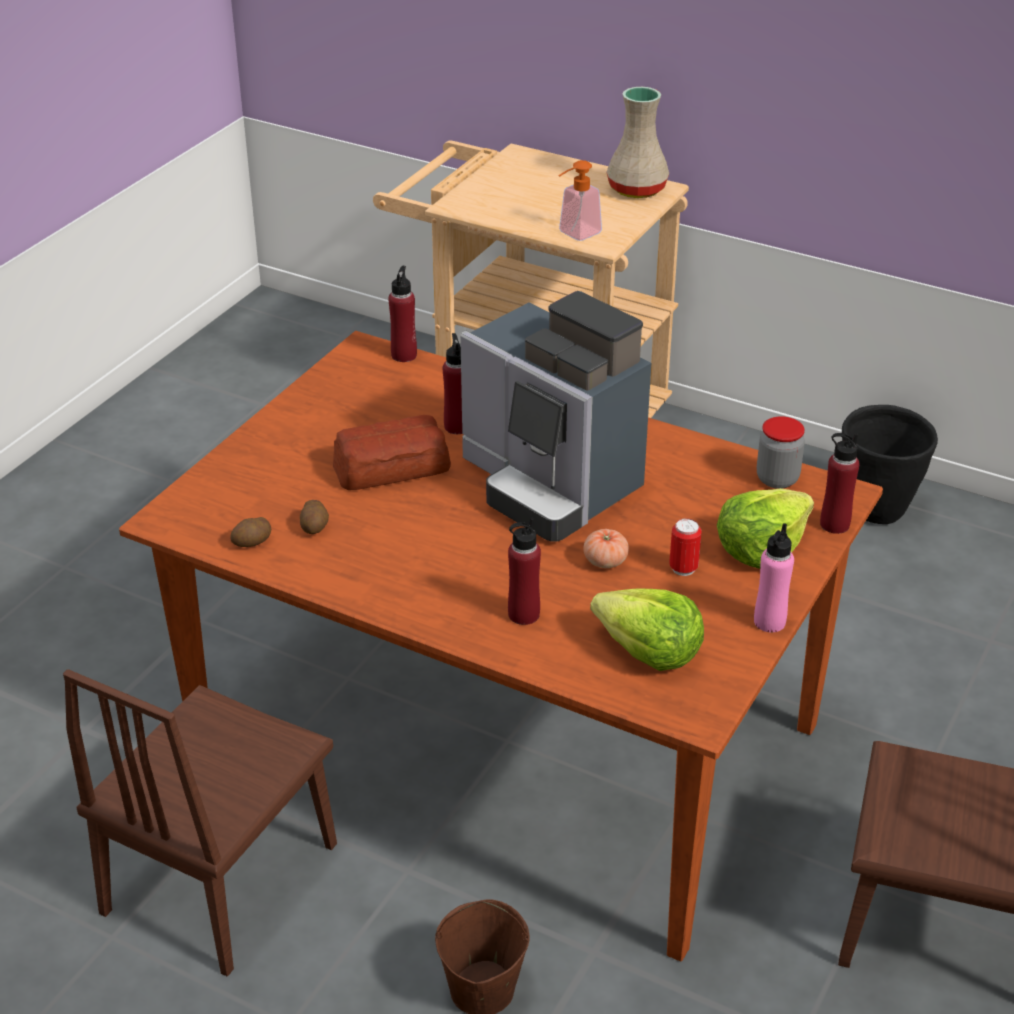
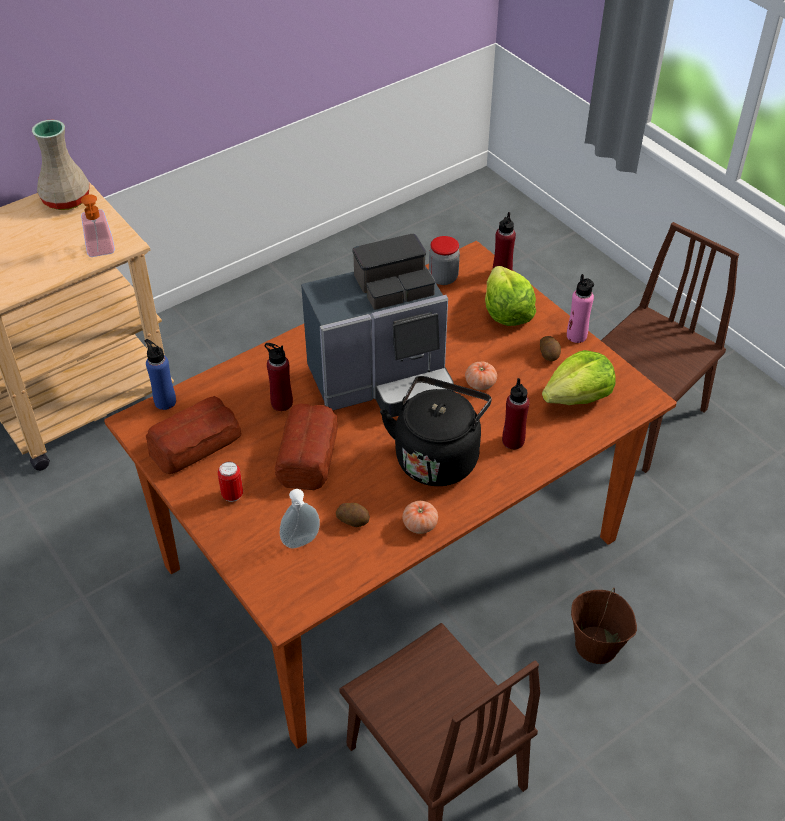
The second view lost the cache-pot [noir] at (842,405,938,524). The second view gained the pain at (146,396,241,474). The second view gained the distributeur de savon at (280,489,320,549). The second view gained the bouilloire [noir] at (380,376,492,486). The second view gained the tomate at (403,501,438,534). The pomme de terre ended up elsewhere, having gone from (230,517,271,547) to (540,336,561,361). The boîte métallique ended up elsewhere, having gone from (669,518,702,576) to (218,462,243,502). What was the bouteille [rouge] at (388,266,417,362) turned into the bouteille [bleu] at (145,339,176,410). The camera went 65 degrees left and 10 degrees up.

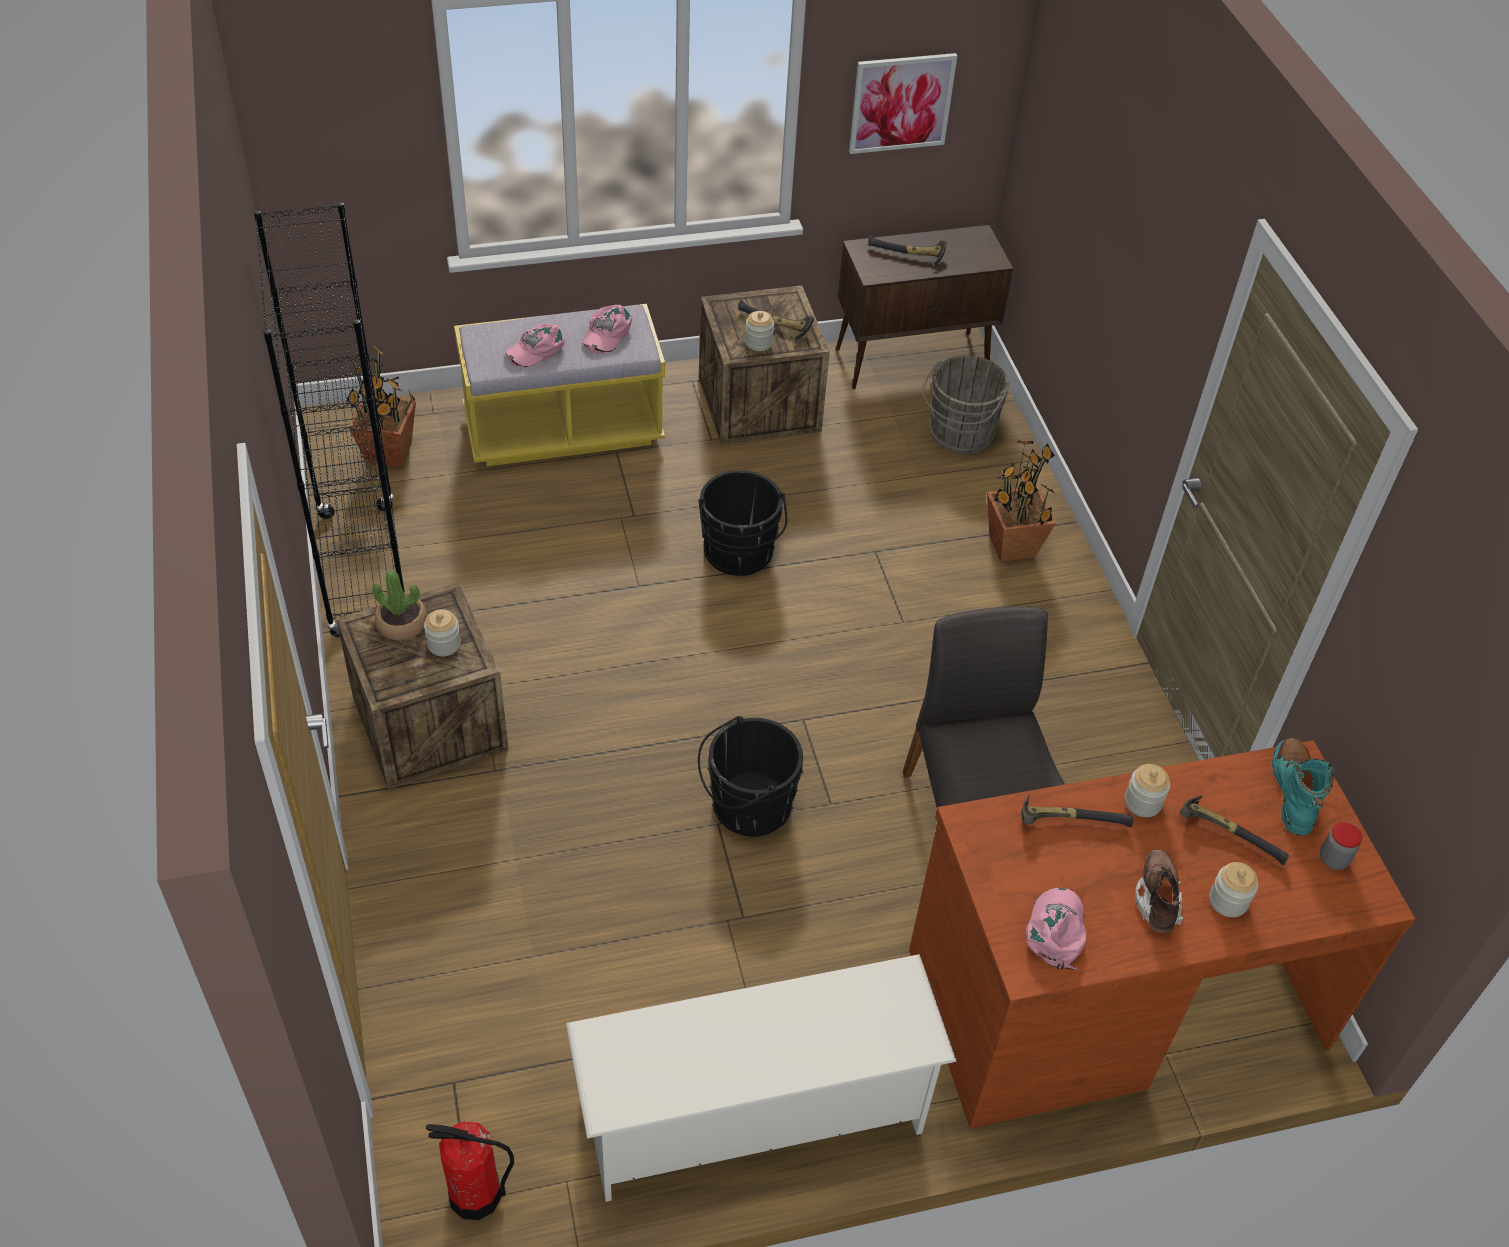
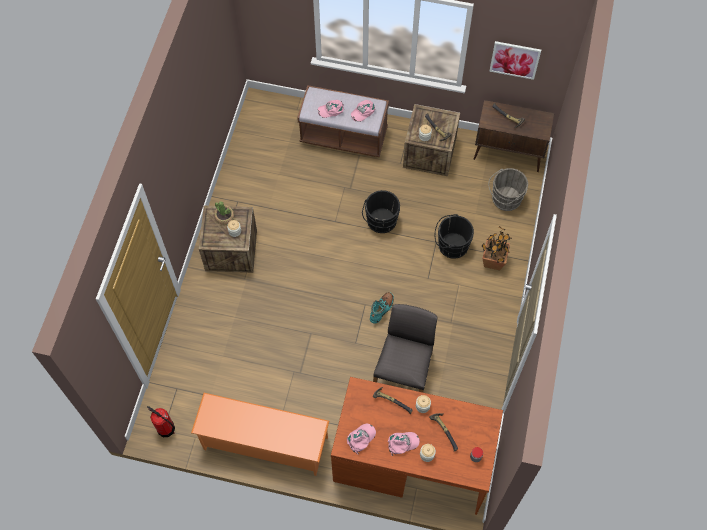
The second view lost the bibliothèque [noir] at (254,202,405,637). The second view lost the plante en pot at (345,345,416,468). The seau [noir] ended up elsewhere, having gone from (698,716,803,837) to (435,214,474,259). The botte [turquoise] ended up elsewhere, having gone from (1272,738,1335,836) to (370,292,394,324). Where the botte [marron] stood at (1135,849,1184,933), the casquette [rose] came to stand at (388,432,420,456). What was the banc [jaune] at (454,304,665,466) turned into the banc [marron] at (297,85,389,157). What was the étagère à chaussures [blanc] at (566,954,956,1202) turned into the étagère à chaussures [orange] at (191,393,329,476). The camera went 30 degrees right and 15 degrees up.

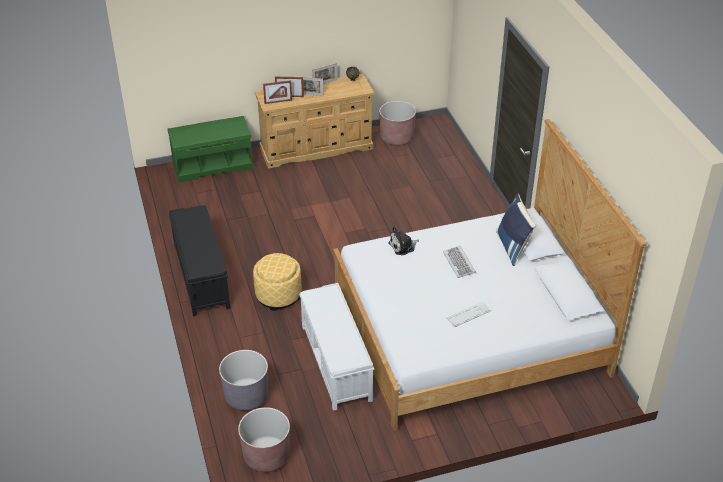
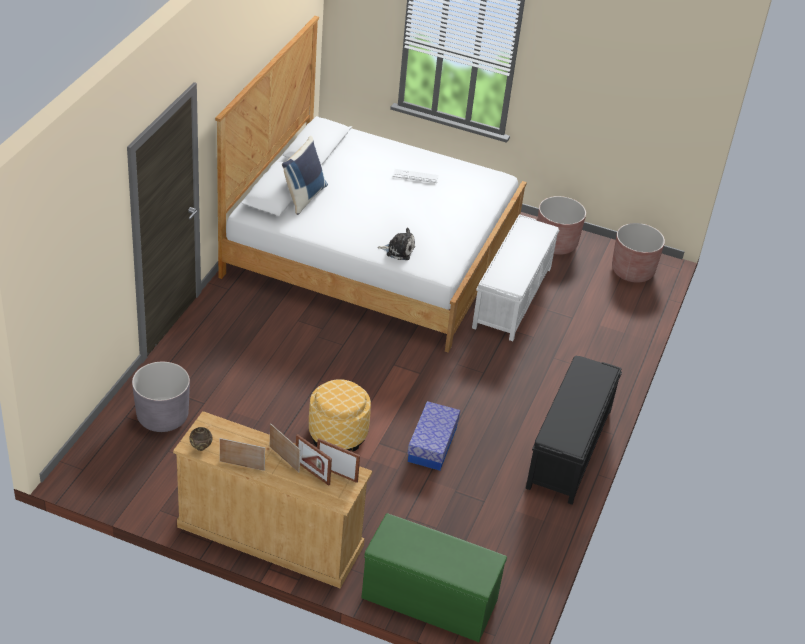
The second view lost the clavier at (443,246,476,278). The second view gained the boîte de rangement at (407,401,460,471). The cache-pot [gris] ended up elsewhere, having gone from (219,350,268,411) to (132,362,190,432). The pouf ended up elsewhere, having gone from (253,253,301,311) to (309,379,371,451). The cache-pot [marron] ended up elsewhere, having gone from (379,101,416,146) to (537,196,586,255). The camera went 145 degrees left and 0 degrees up.

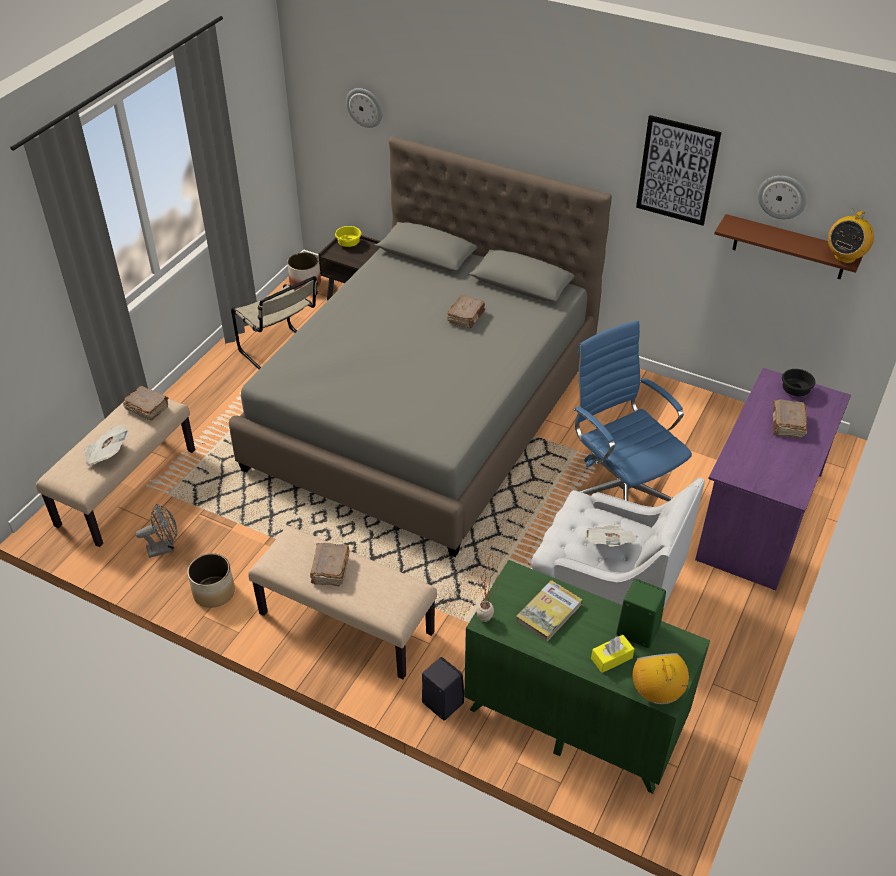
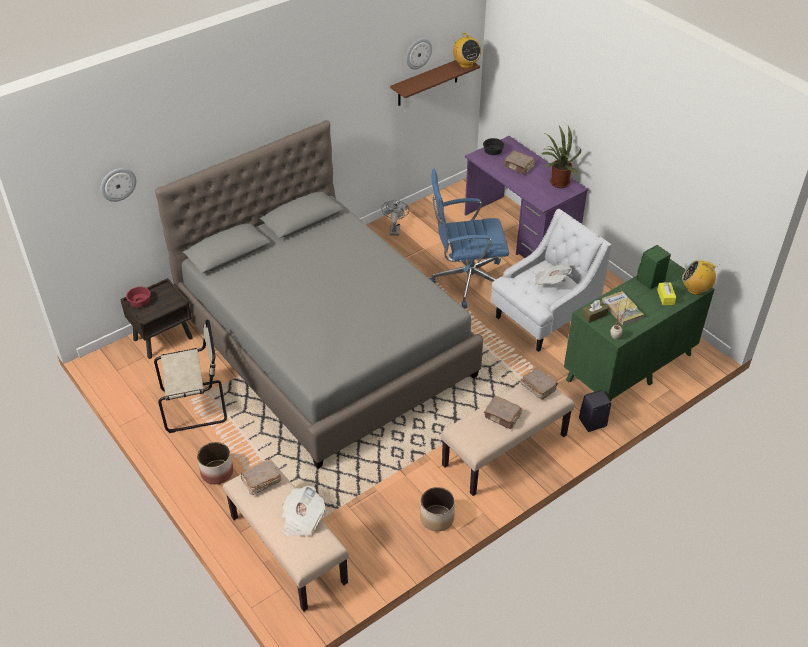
The second view lost the tableau at (636,115,722,226). The second view gained the plante en pot at (541,126,581,188). The second view gained the boîte à mouchoirs [marron] at (581,300,608,323). The ventilateur [gris] ended up elsewhere, having gone from (136,504,177,558) to (381,200,409,236). The cache-pot ended up elsewhere, having gone from (287,252,321,290) to (197,442,233,484). The livre [marron] ended up elsewhere, having gone from (447,295,485,328) to (520,368,558,400). What was the bol [jaune] at (335,226,361,247) turned into the bol [rouge] at (126,287,151,307). The camera went 65 degrees left and 0 degrees up.

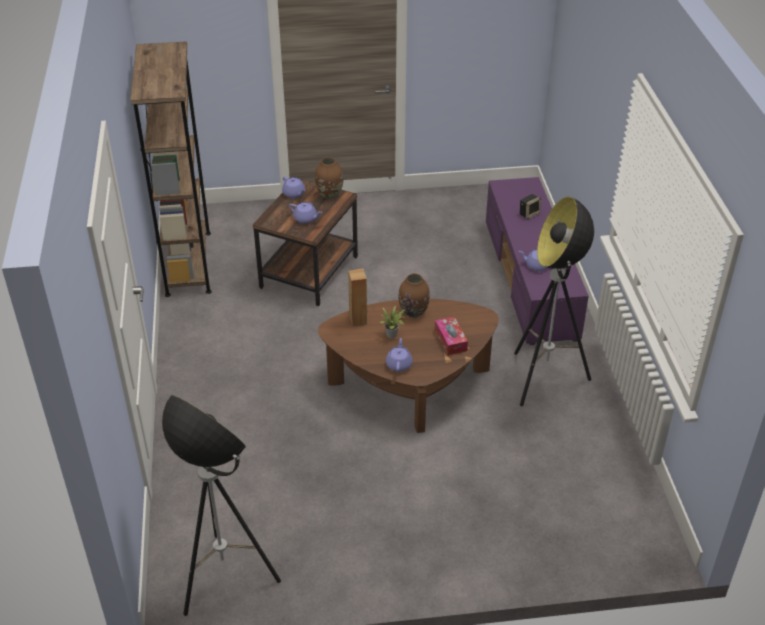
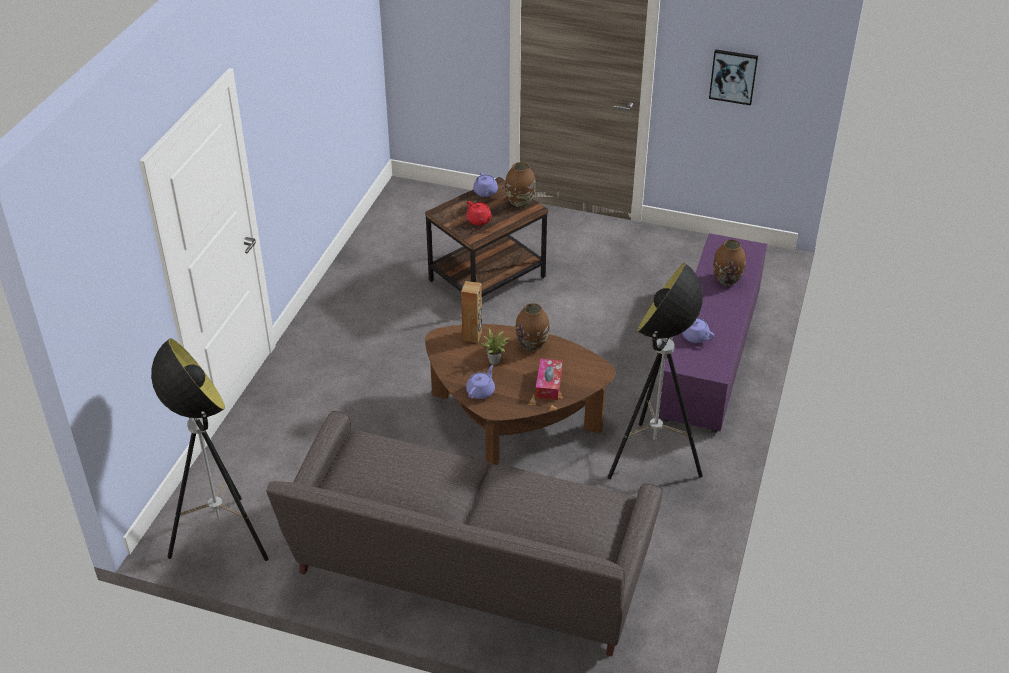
The second view lost the bibliothèque [marron] at (130,41,212,297). The second view gained the canapé [gris] at (266,411,663,656). The second view gained the tableau at (709,49,758,105). Where the enceinte stood at (520,194,541,219), the vase [marron] came to stand at (713,240,746,286). What was the théière [violet] at (289,202,322,224) turned into the théière [rouge] at (466,201,492,225). The camera went 25 degrees right and 0 degrees up.

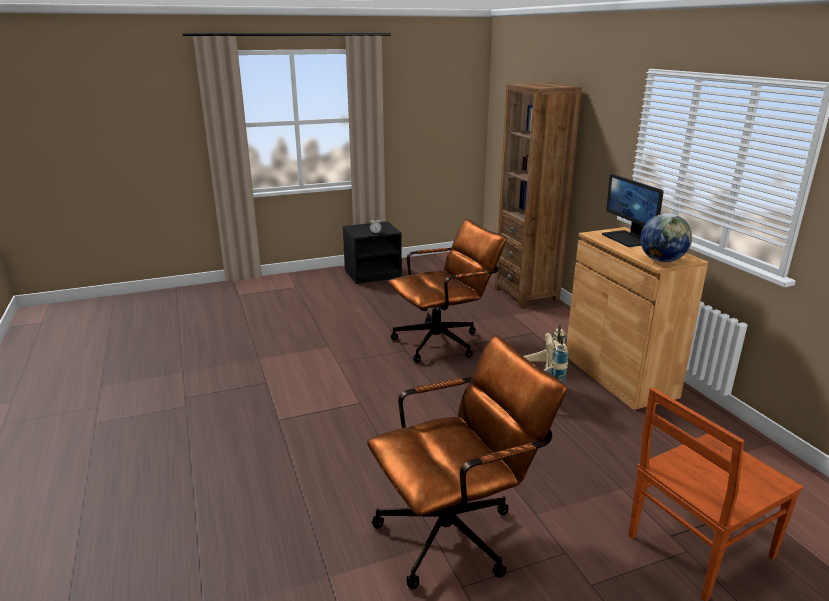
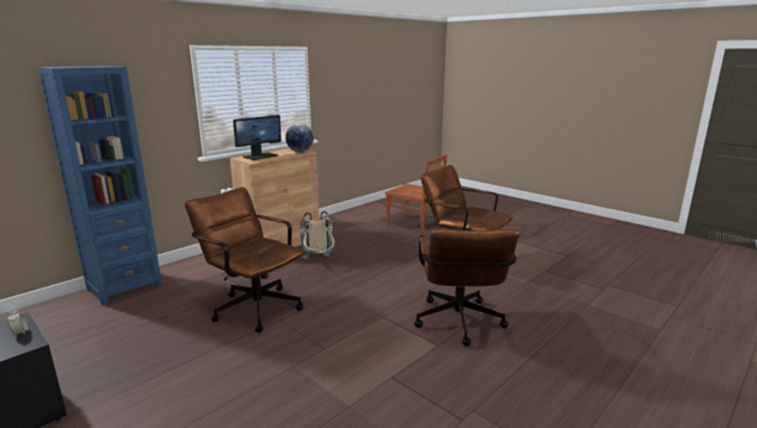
The second view gained the chaise de bureau [marron] at (414,229,519,346). What was the bibliothèque [marron] at (495,83,582,307) turned into the bibliothèque [bleu] at (38,66,162,305). The camera went 115 degrees left and 5 degrees down.

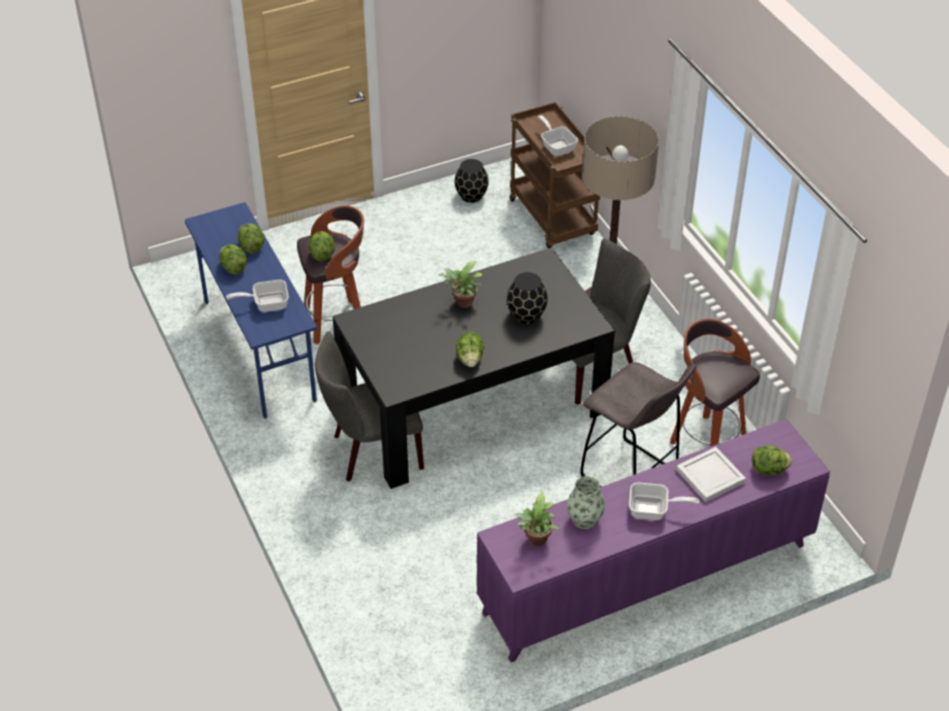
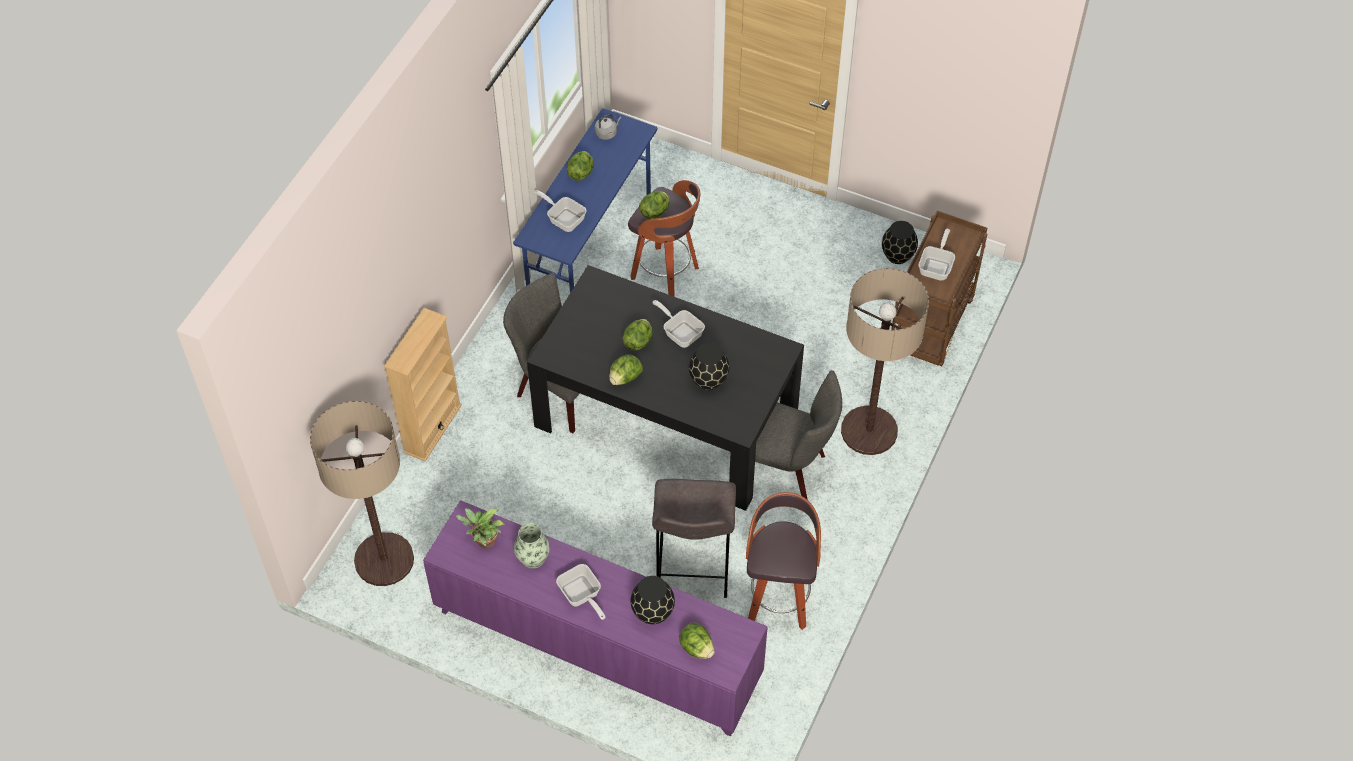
The second view gained the lampadaire at (310,401,414,586). The second view gained the bibliothèque [beige] at (384,308,462,462). The second view gained the bouilloire [gris] at (595,113,622,140). The laitue ended up elsewhere, having gone from (238,223,264,253) to (622,319,653,351). Where the plante en pot stood at (439,261,483,308), the poêle came to stand at (652,300,705,348). Where the plateau [blanc] stood at (676,447,746,502), the vase [noir] came to stand at (631,576,675,624). The camera went 50 degrees right and 10 degrees up.

